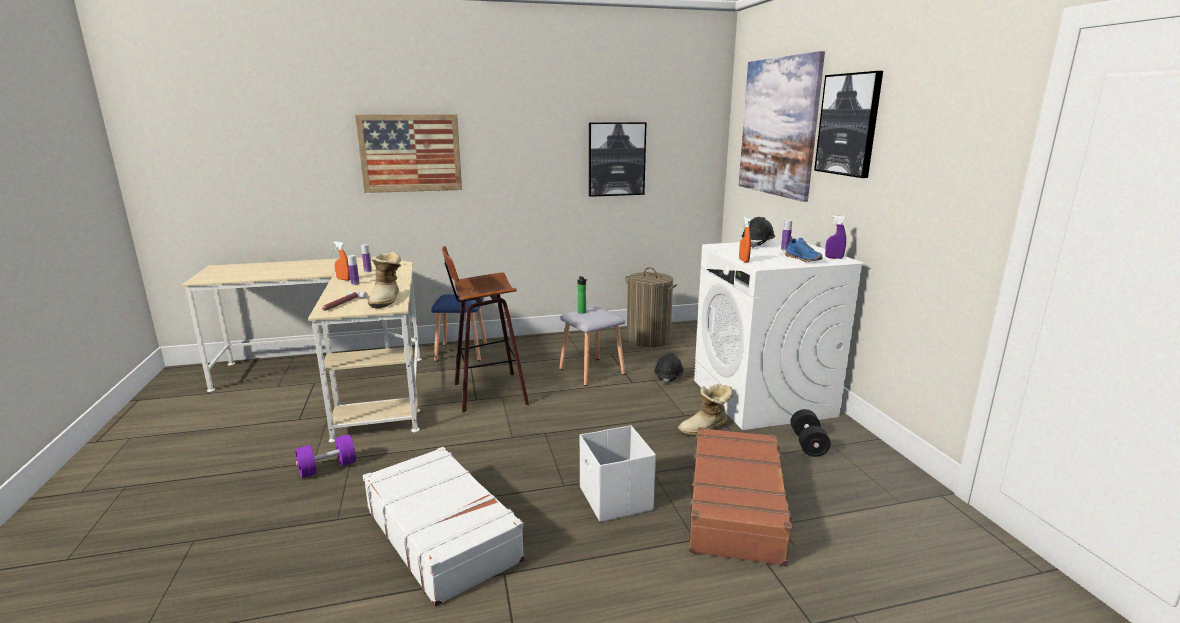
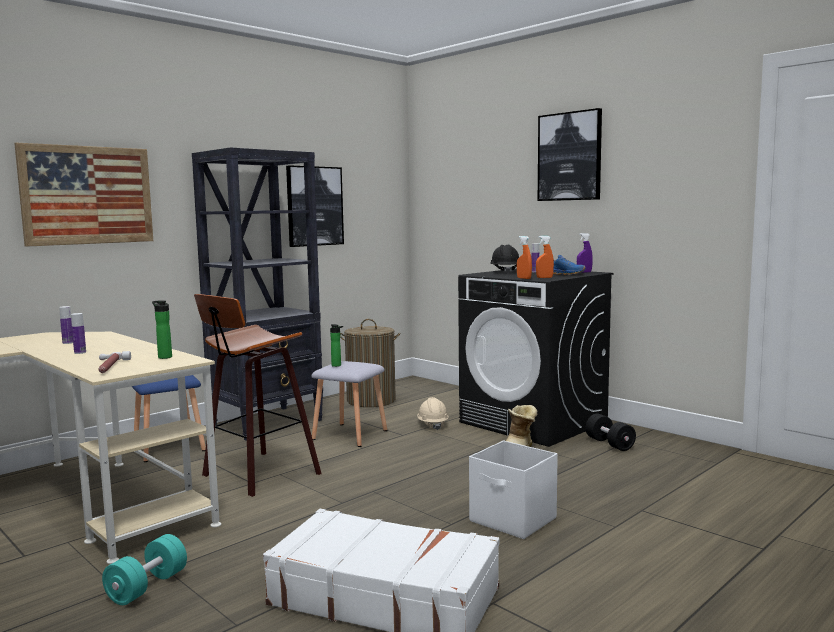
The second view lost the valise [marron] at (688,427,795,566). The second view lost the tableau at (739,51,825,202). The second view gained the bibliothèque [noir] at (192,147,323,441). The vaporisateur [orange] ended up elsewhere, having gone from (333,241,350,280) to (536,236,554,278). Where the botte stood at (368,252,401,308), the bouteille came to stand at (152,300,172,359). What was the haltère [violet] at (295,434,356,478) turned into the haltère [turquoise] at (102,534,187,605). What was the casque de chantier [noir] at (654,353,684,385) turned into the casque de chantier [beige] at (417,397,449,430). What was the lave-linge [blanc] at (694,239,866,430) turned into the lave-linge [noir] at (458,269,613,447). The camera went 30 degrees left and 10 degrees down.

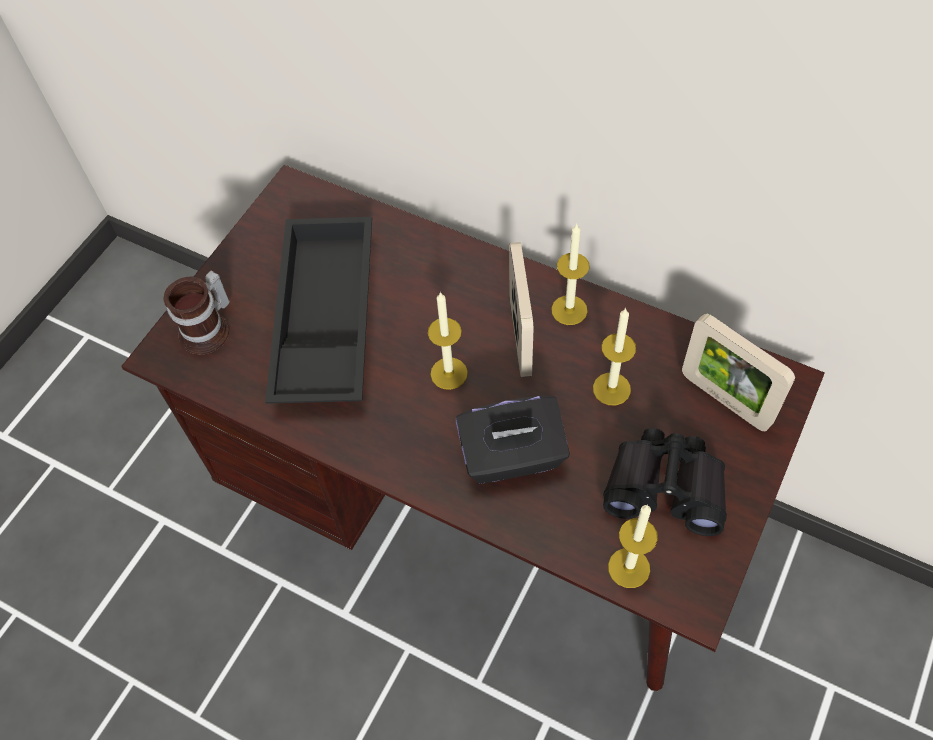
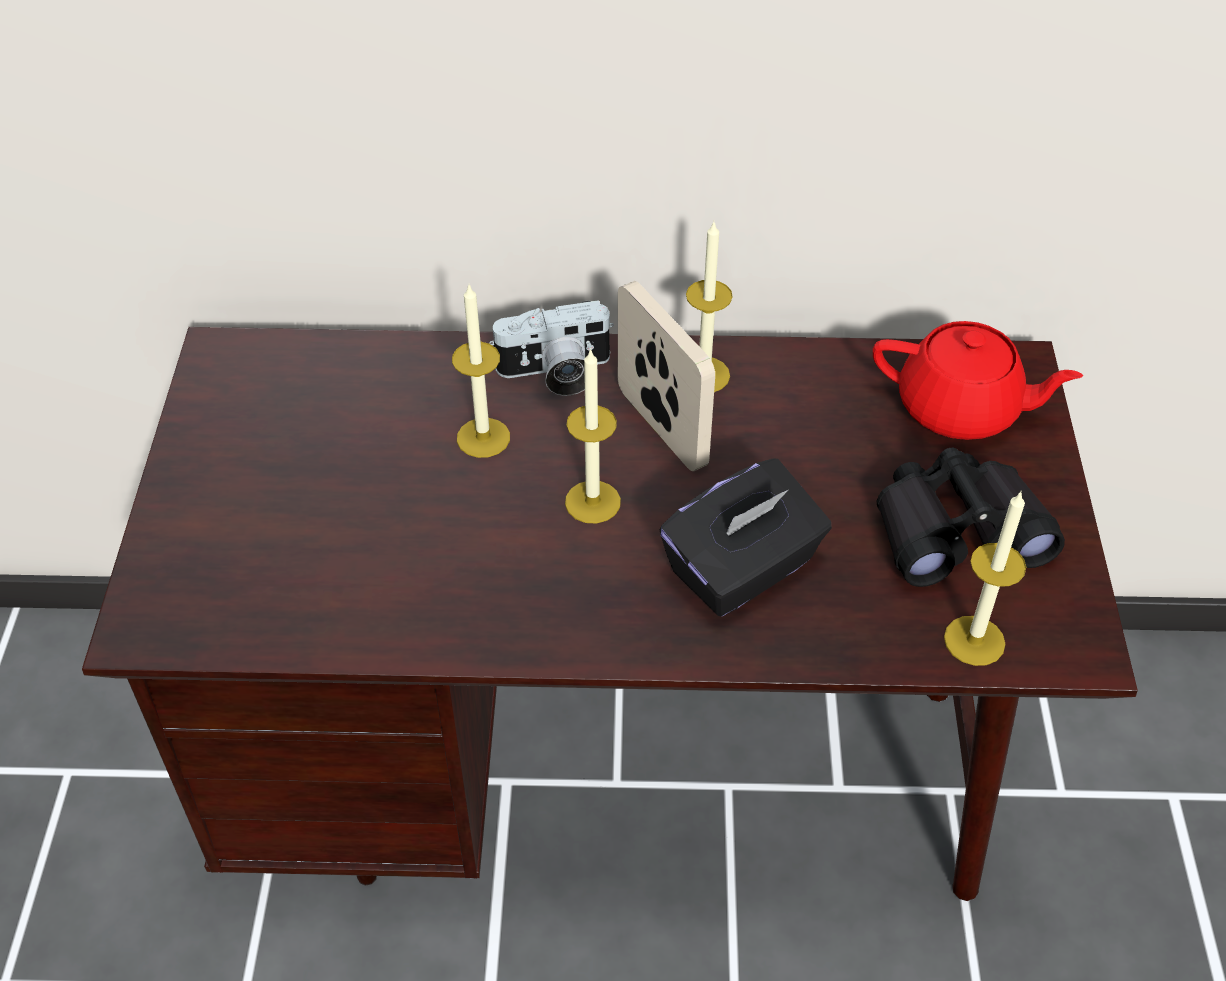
The second view lost the mug at (164,270,230,354). The second view lost the plateau [noir] at (265,217,372,404). The second view gained the appareil photo at (489,300,614,396). The bougie ended up elsewhere, having gone from (593,308,636,405) to (452,285,510,458). Where the cadre photo stood at (682,314,795,431), the théière [rouge] came to stand at (873,321,1083,440). The camera went 30 degrees left and 10 degrees down.

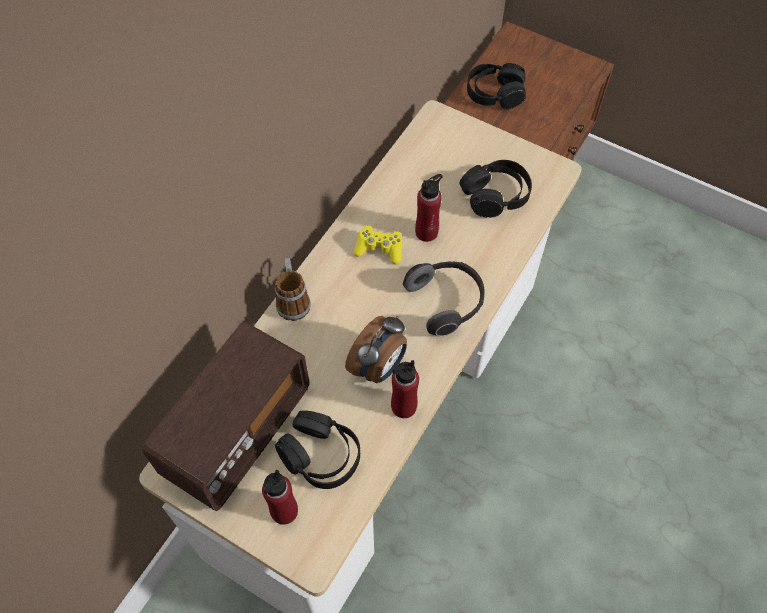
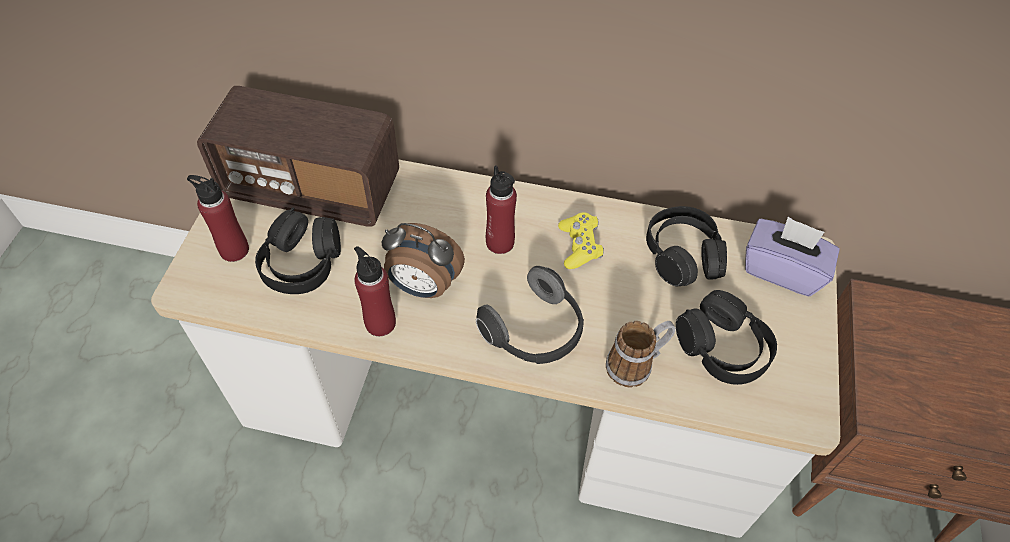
The second view gained the boîte à mouchoirs [violet] at (745,217,840,296). The mug ended up elsewhere, having gone from (275,257,311,321) to (606,321,676,387). The bouteille [rouge] ended up elsewhere, having gone from (415,174,443,242) to (486,166,517,254). The casque audio [noir] ended up elsewhere, having gone from (467,63,526,109) to (646,206,727,287). The camera went 70 degrees right and 5 degrees down.

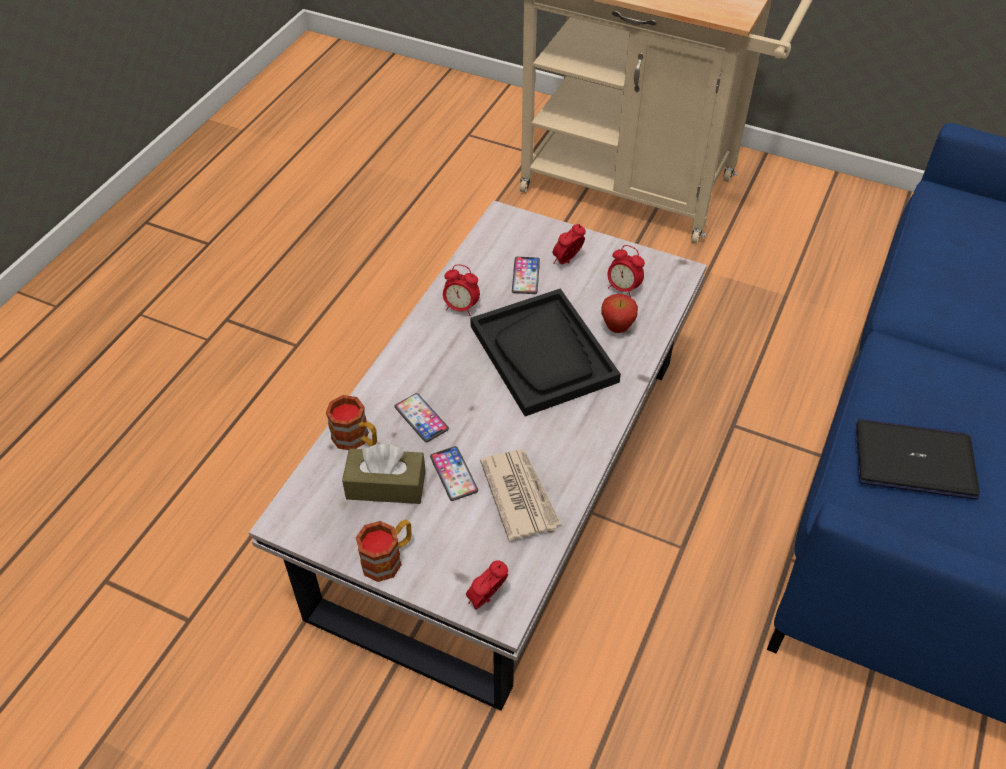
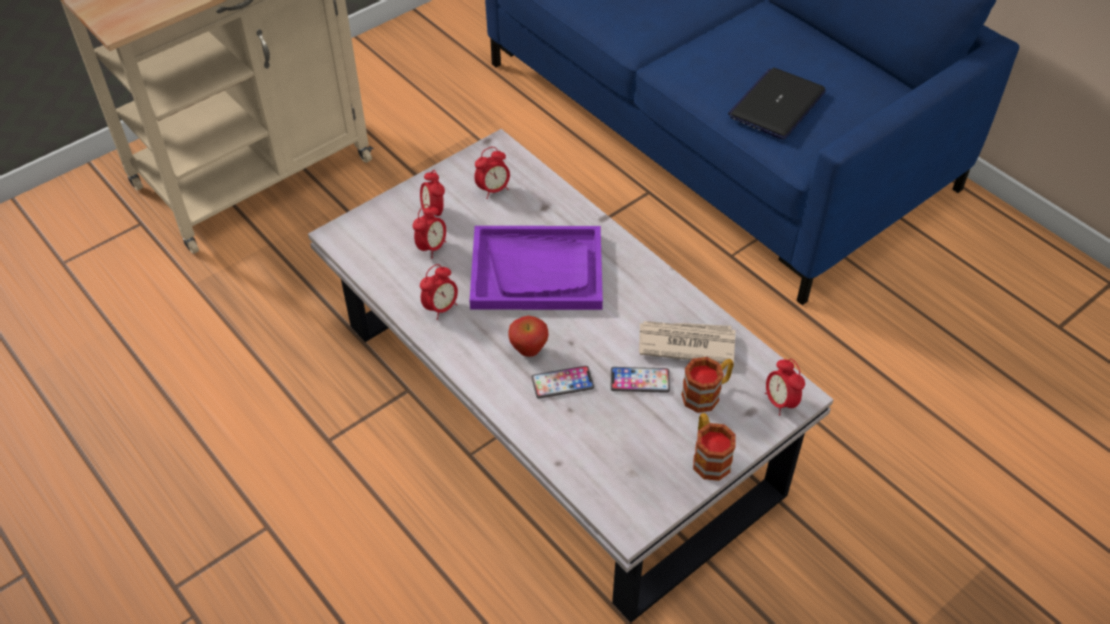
The second view lost the boîte à mouchoirs [marron] at (342,444,425,504). The mug ended up elsewhere, having gone from (326,395,377,450) to (681,357,734,413). The pomme ended up elsewhere, having gone from (601,294,638,333) to (508,316,549,357). Where the téléphone stood at (512,257,540,294), the réveil came to stand at (413,204,446,258). What was the plateau [noir] at (470,288,621,416) turned into the plateau [violet] at (470,226,603,310). The camera went 65 degrees left and 0 degrees up.

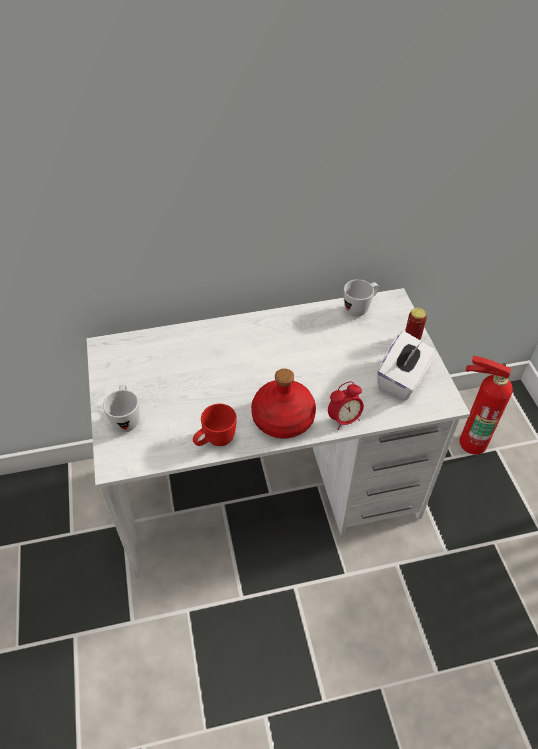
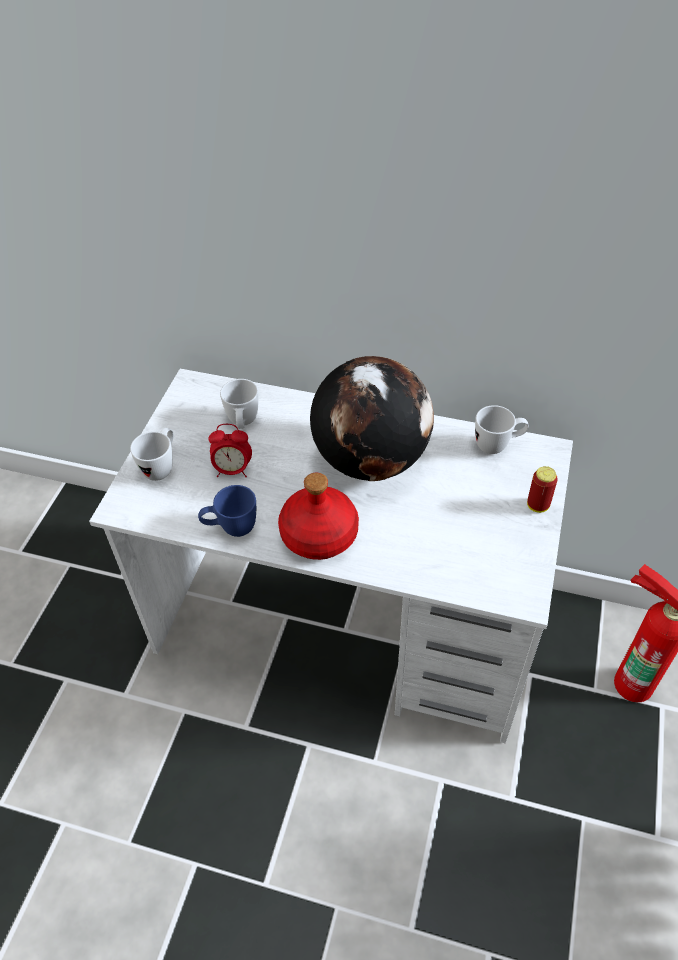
The second view lost the boîte à mouchoirs [blanc] at (377,331,435,400). The second view gained the mug [blanc] at (220,379,259,429). The second view gained the globe at (310,356,434,481). The réveil ended up elsewhere, having gone from (328,381,364,430) to (209,424,252,477). What was the mug [rouge] at (193,404,237,446) turned into the mug [bleu] at (198,485,256,537). The camera went 30 degrees right and 0 degrees up.

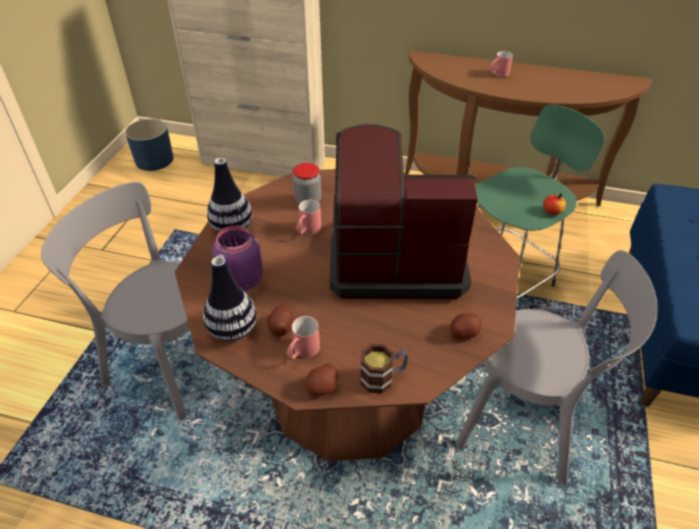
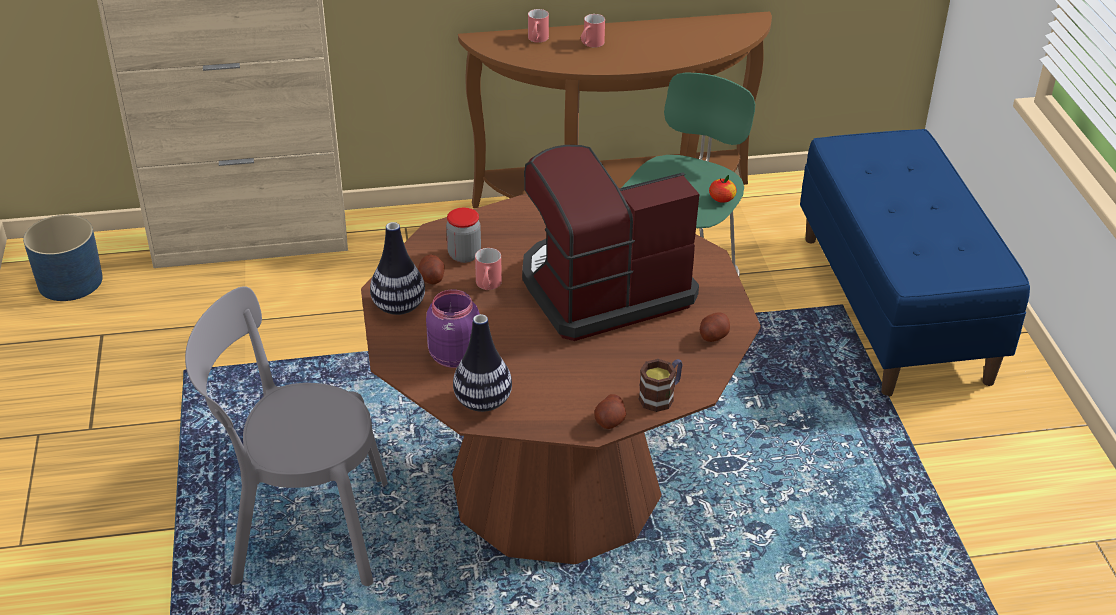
The second view lost the chaise [gris] at (456,250,658,485). The pomme de terre ended up elsewhere, having gone from (267,305,295,337) to (418,254,445,284). The mug [rouge] ended up elsewhere, having gone from (286,316,320,359) to (528,9,549,43). The camera went 25 degrees left and 5 degrees down.

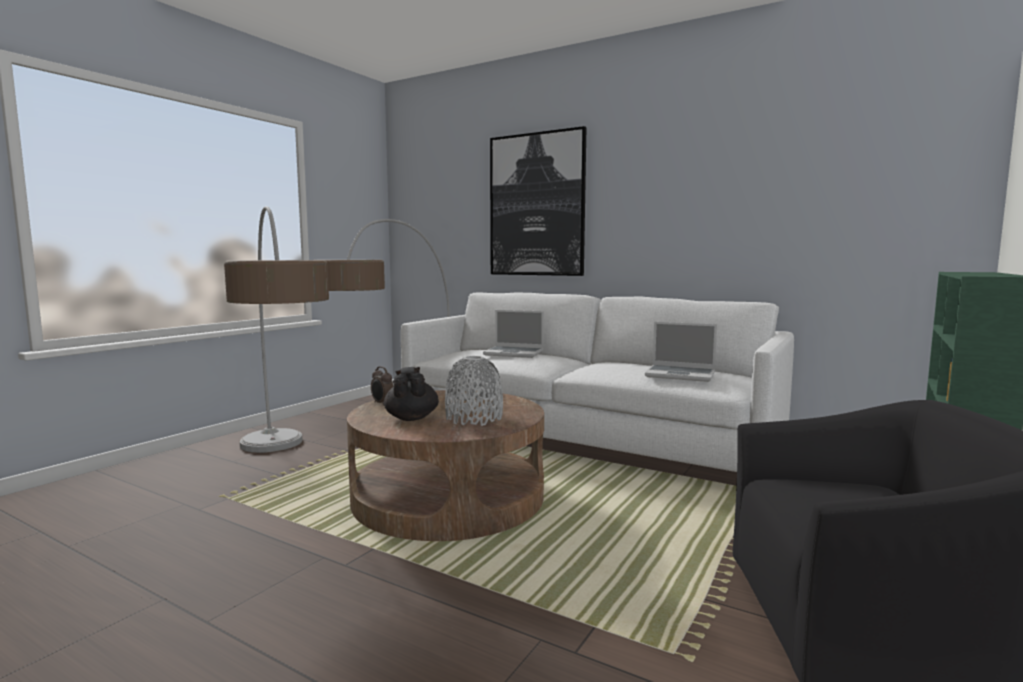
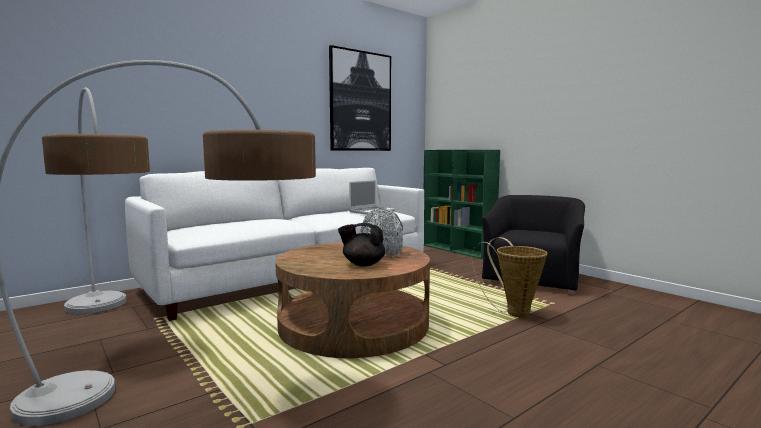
The second view lost the réveil at (371,366,394,405). The second view lost the ordinateur portable at (483,310,544,358). The second view gained the panier at (472,237,547,318). The tableau ended up elsewhere, having gone from (490,126,587,276) to (329,45,391,151). The camera went 70 degrees left and 0 degrees up.

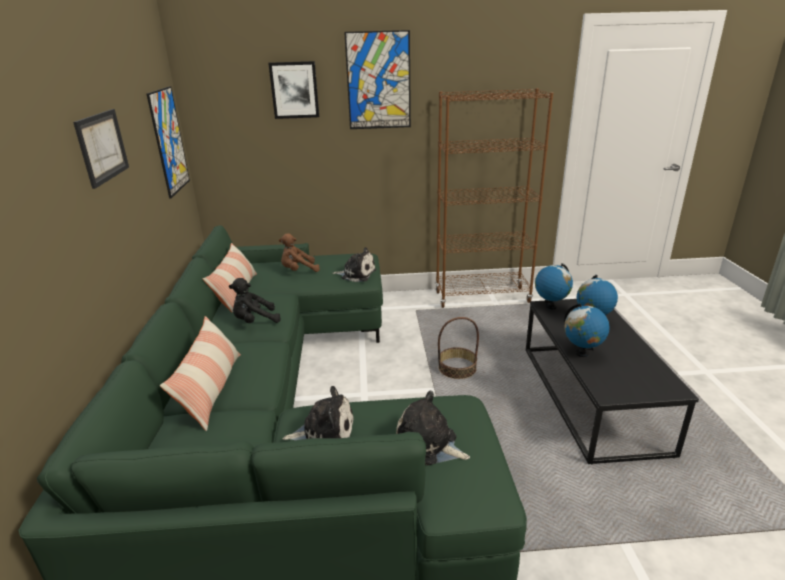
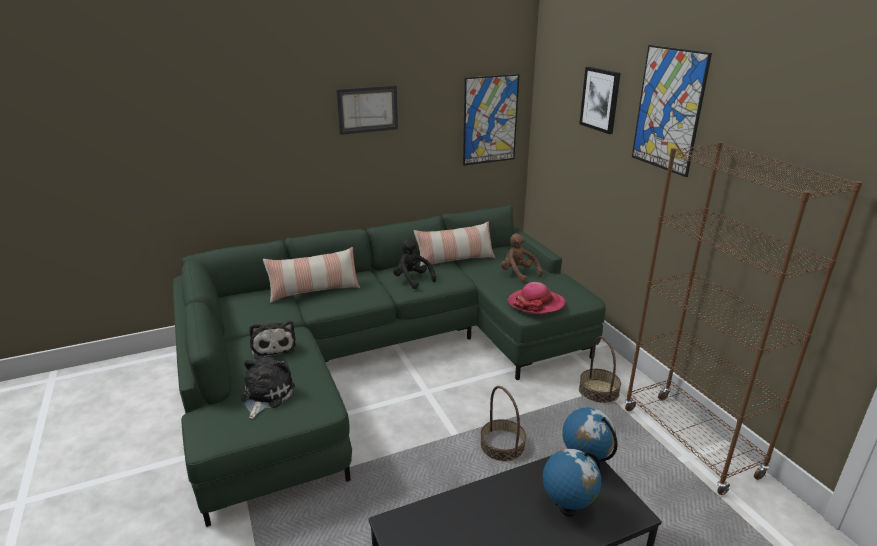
The second view lost the globe at (564,303,610,357). The second view gained the panier at (579,336,621,403). Where the peluche stood at (332,247,376,282), the chapeau came to stand at (507,282,566,314). The camera went 70 degrees right and 0 degrees up.

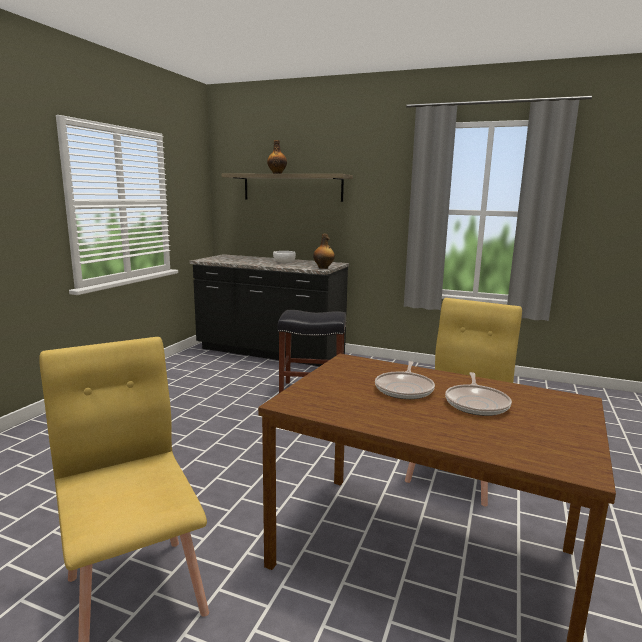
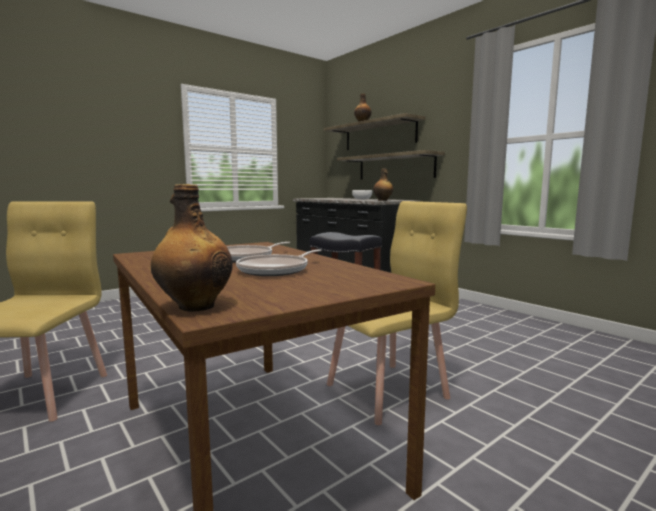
The second view gained the bouteille at (151,184,232,312). The second view gained the étagère at (337,150,445,180). The camera went 30 degrees right and 5 degrees down.

